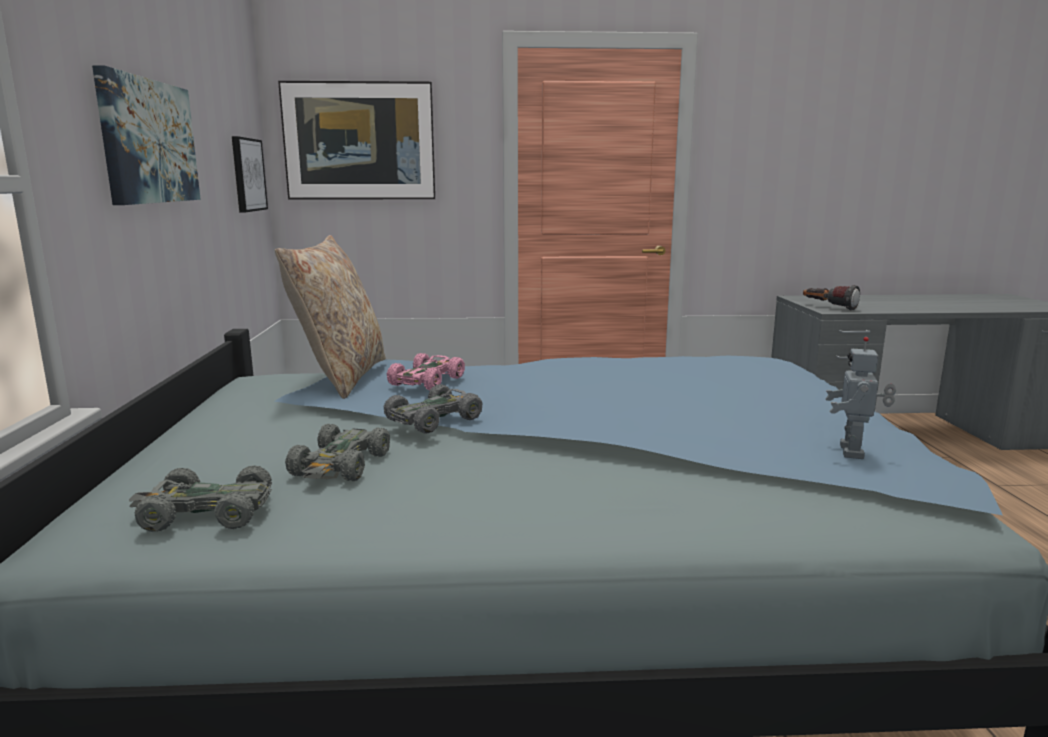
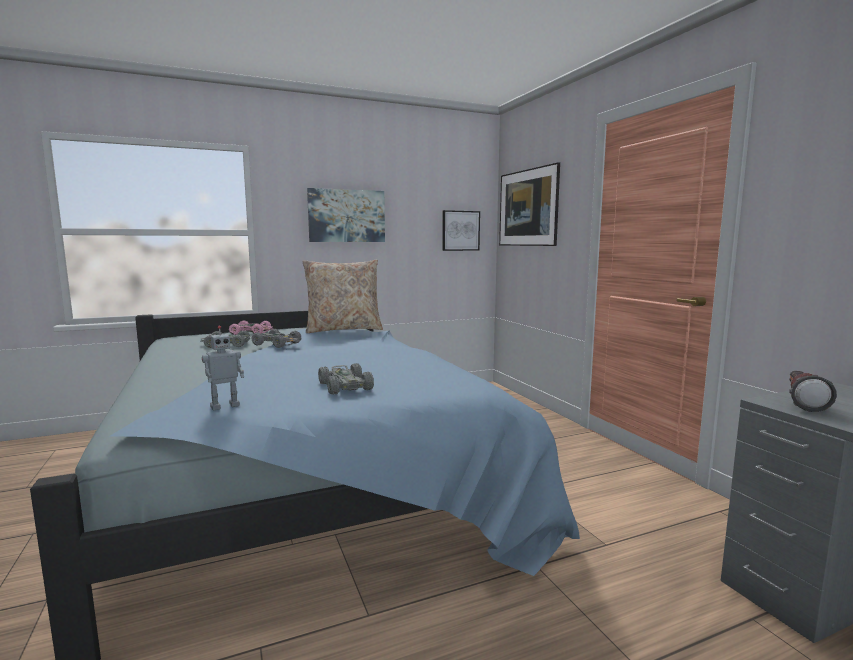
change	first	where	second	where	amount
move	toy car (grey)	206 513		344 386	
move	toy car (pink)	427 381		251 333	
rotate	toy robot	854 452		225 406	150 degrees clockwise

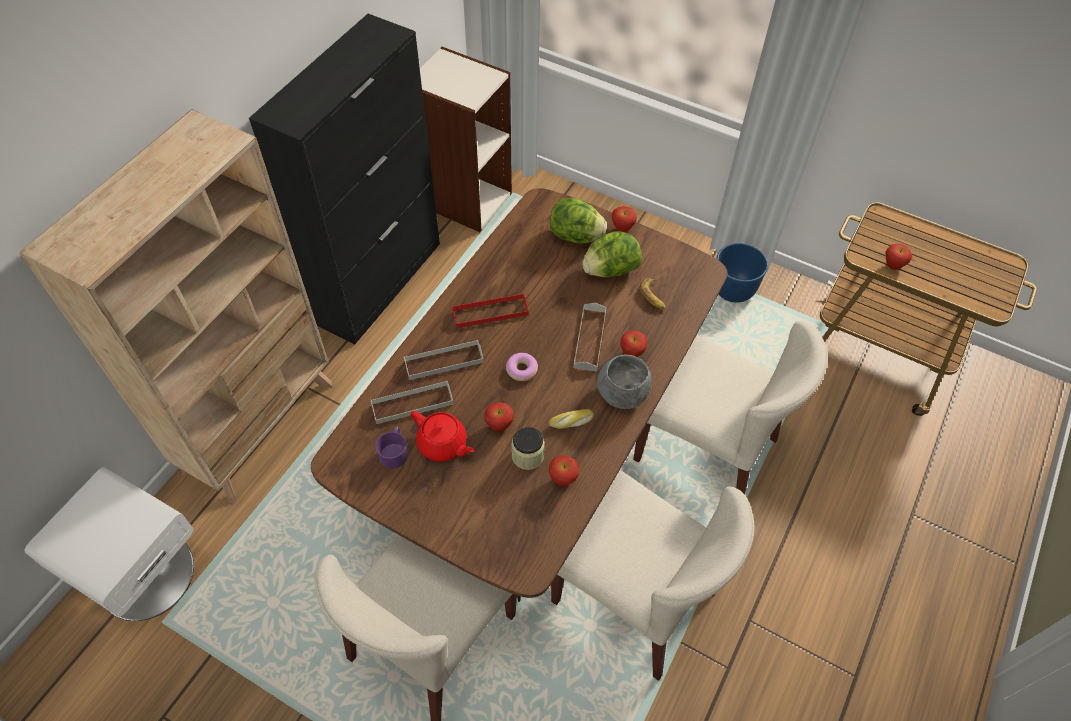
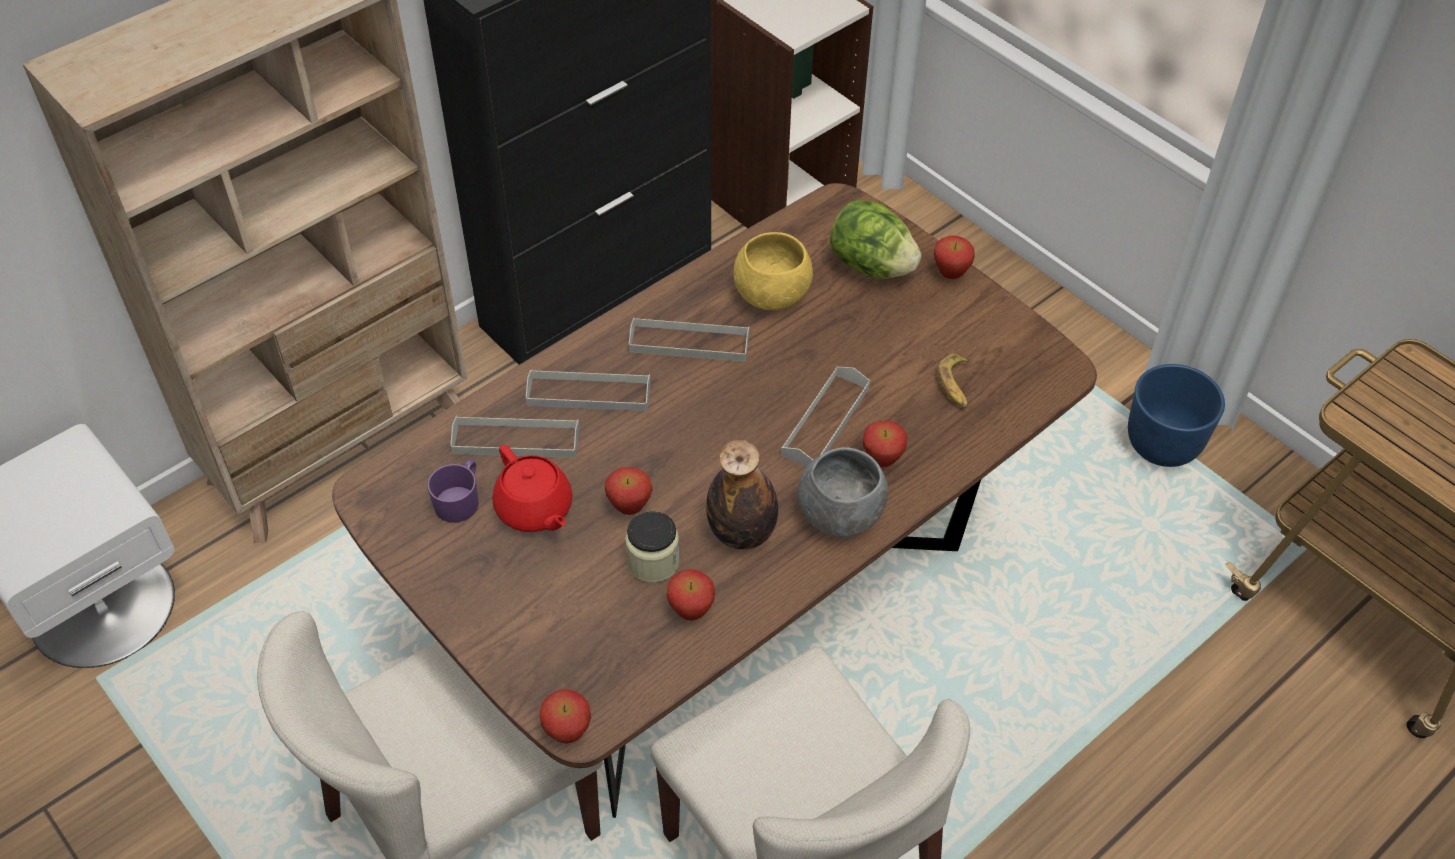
change	first	where	second	where	amount
delete	donut	522 369			
delete	lettuce	610 270			
delete	chair (beige)	707 450			
insert			bowl (yellow)	771 295	
move	apple	892 266		567 733	
replace	bread	571 422	bottle	742 533	
recolor	tray (red)	490 312	tray (grey)	689 343	

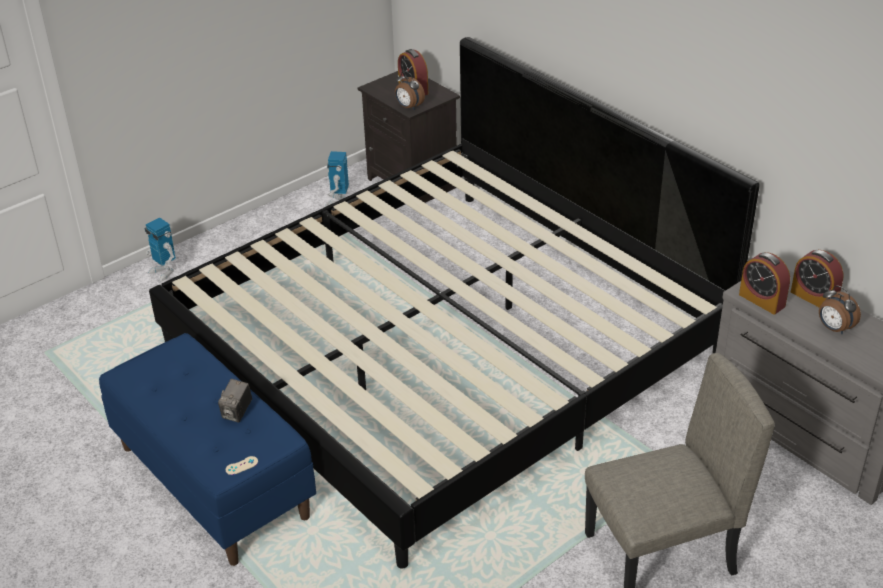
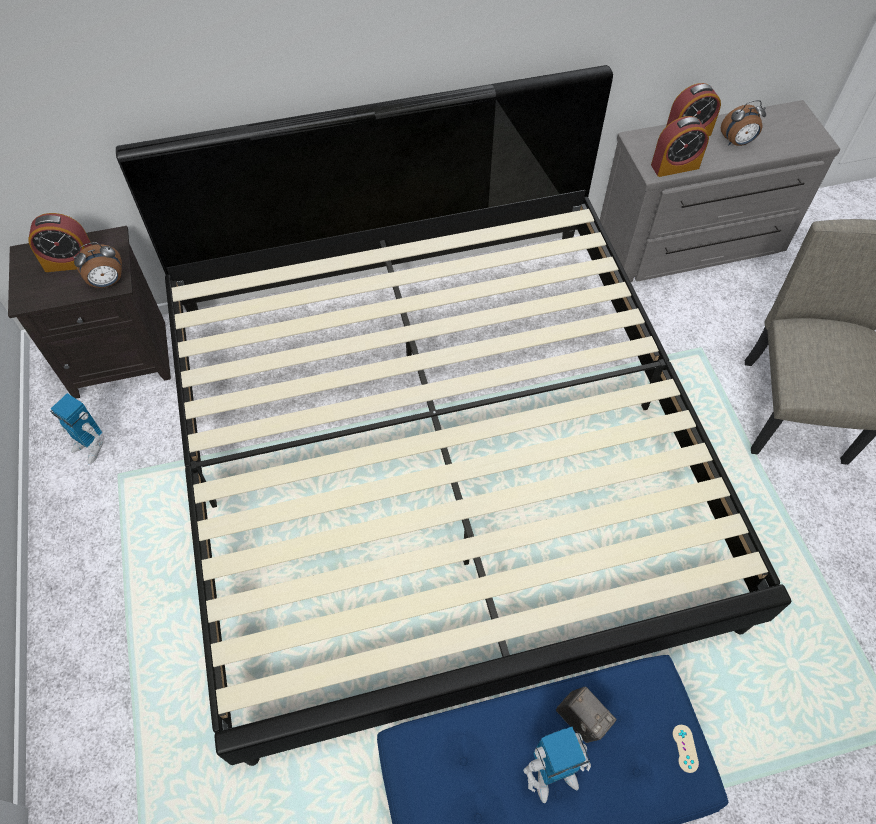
change	first	where	second	where	amount
move	toy robot	164 272		552 773	

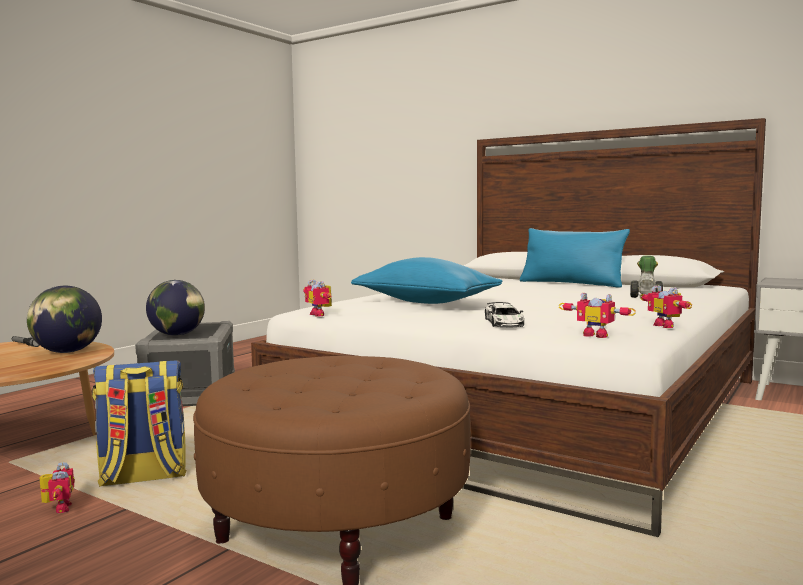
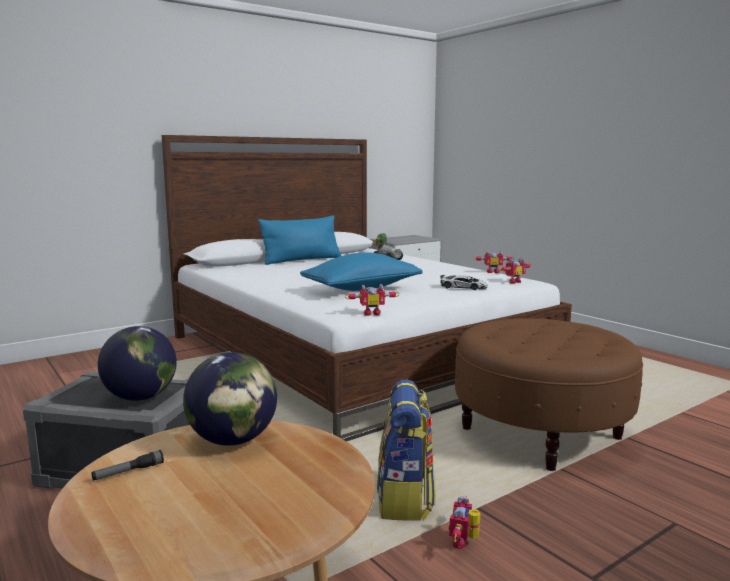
change	first	where	second	where	amount
rotate	toy robot	58 508		464 542	75 degrees counterclockwise

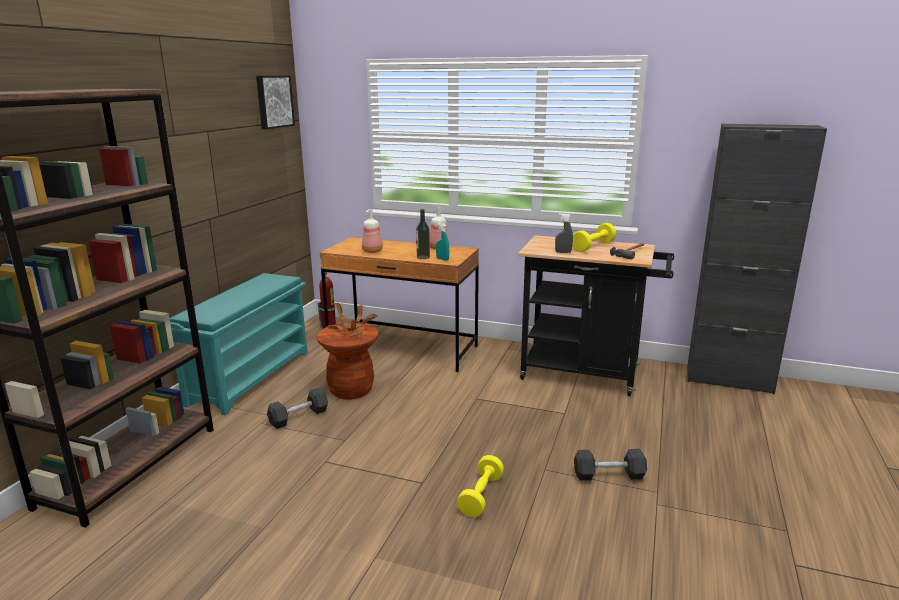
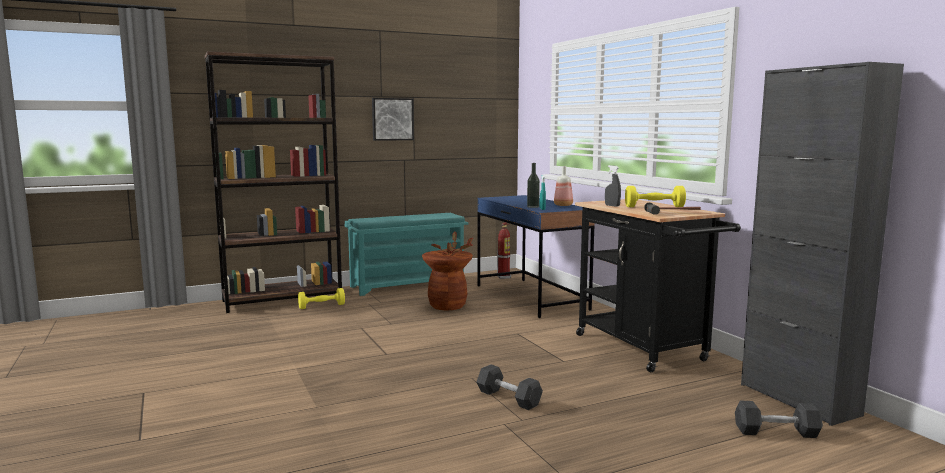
change	first	where	second	where	amount
delete	bottle	372 251			
move	picture	273 101		392 119	
move	dumbbell (grey)	299 417		776 432	
move	dumbbell (yellow)	481 496		321 306	
recolor	desk (brown)	403 349	desk (blue)	530 297	

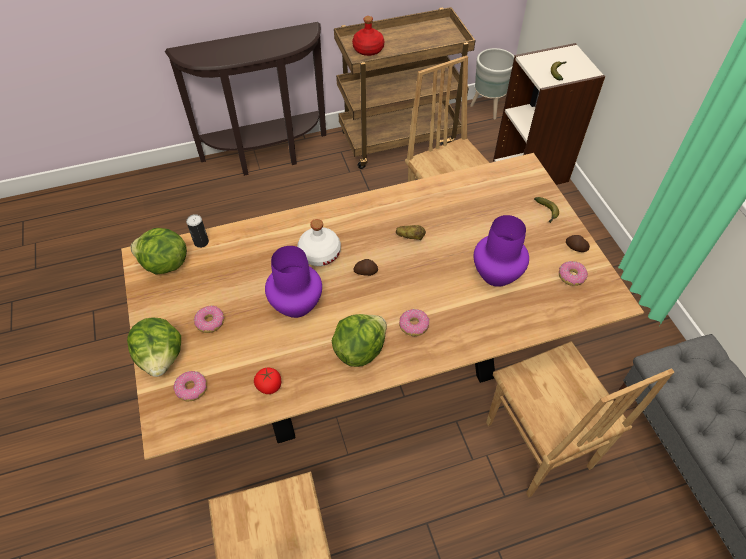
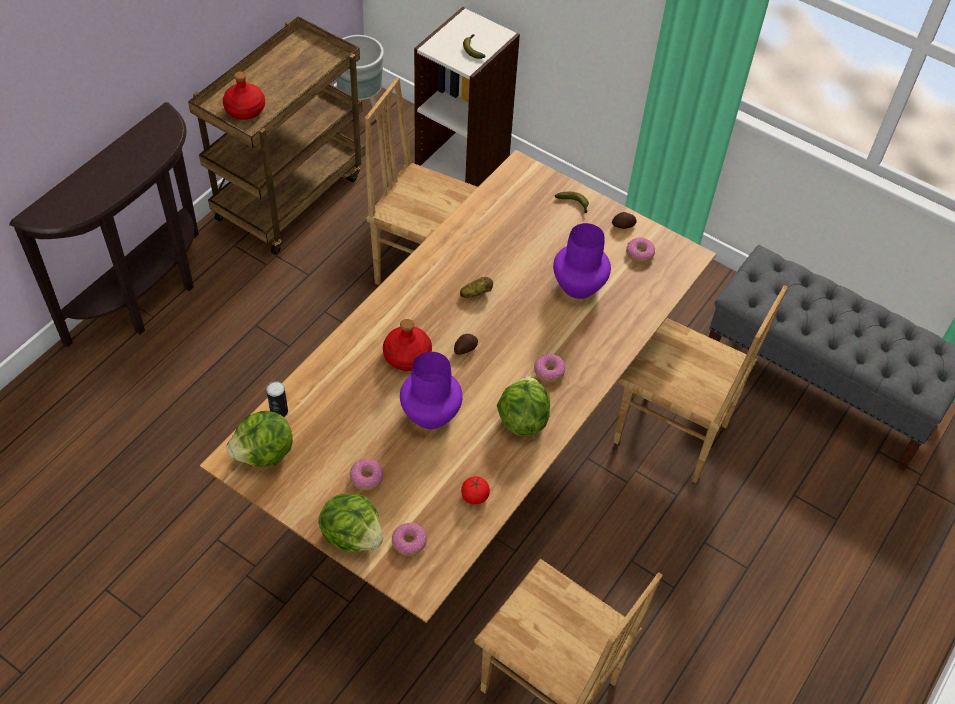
change	first	where	second	where	amount
recolor	bottle (white)	319 253	bottle (red)	406 355	

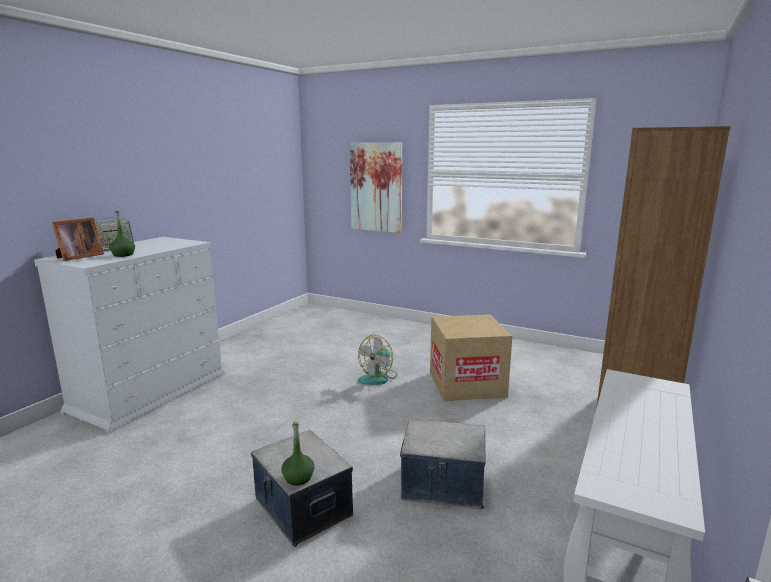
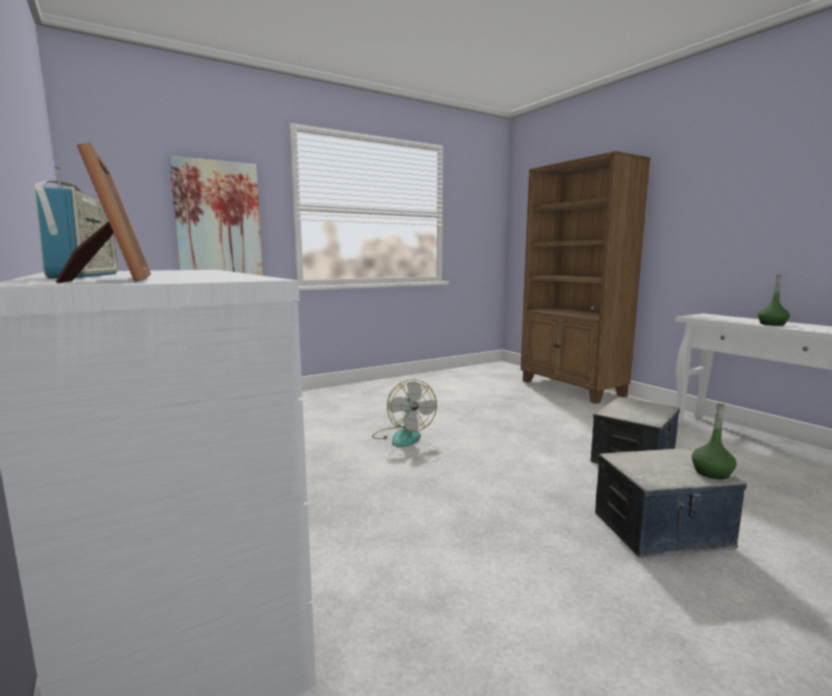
change	first	where	second	where	amount
delete	cardboard box	466 384			
move	bottle (green)	123 255		772 324	

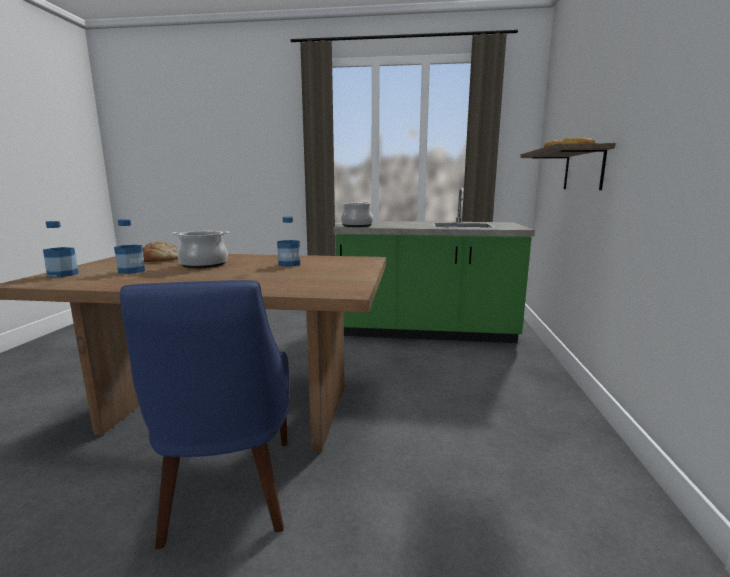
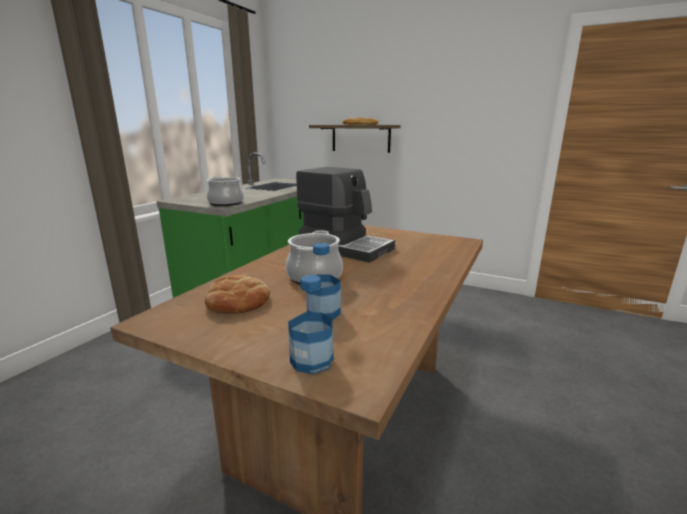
change	first	where	second	where	amount
delete	chair (blue)	229 493			
replace	bottle	289 264	coffee machine	346 247	

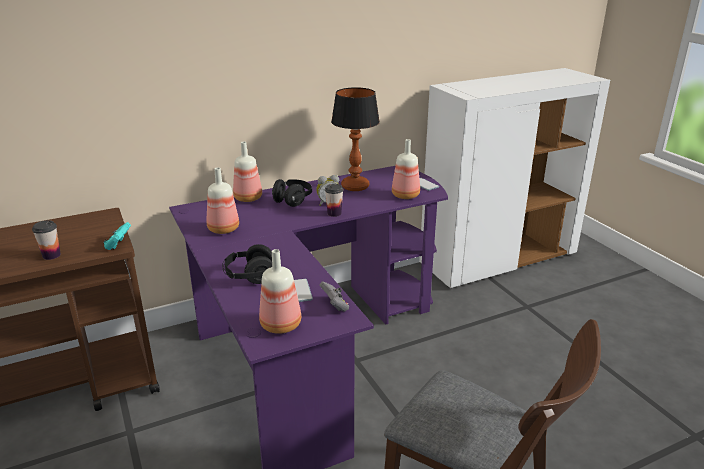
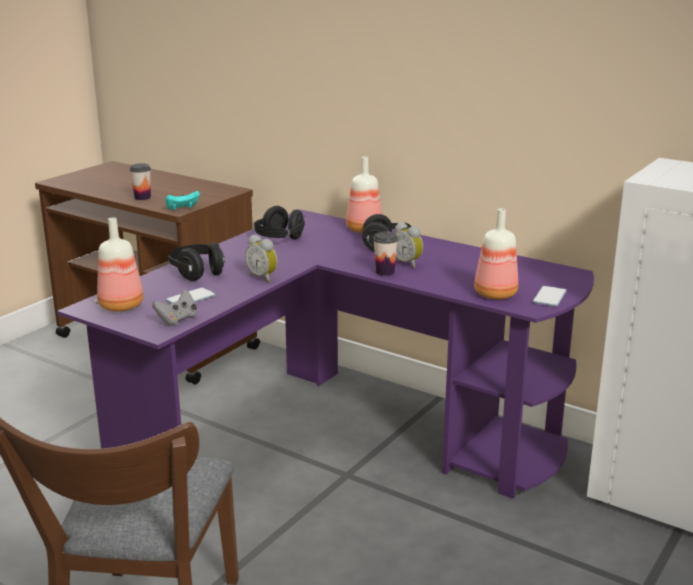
change	first	where	second	where	amount
delete	table lamp	355 186			
insert			alarm clock	263 277	
replace	bottle	223 229	headphones (black)	279 239	

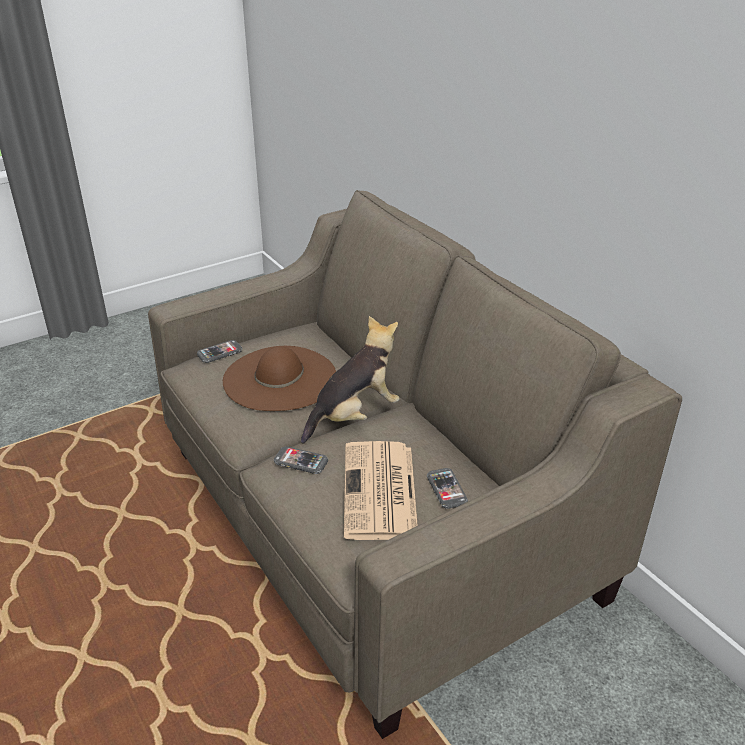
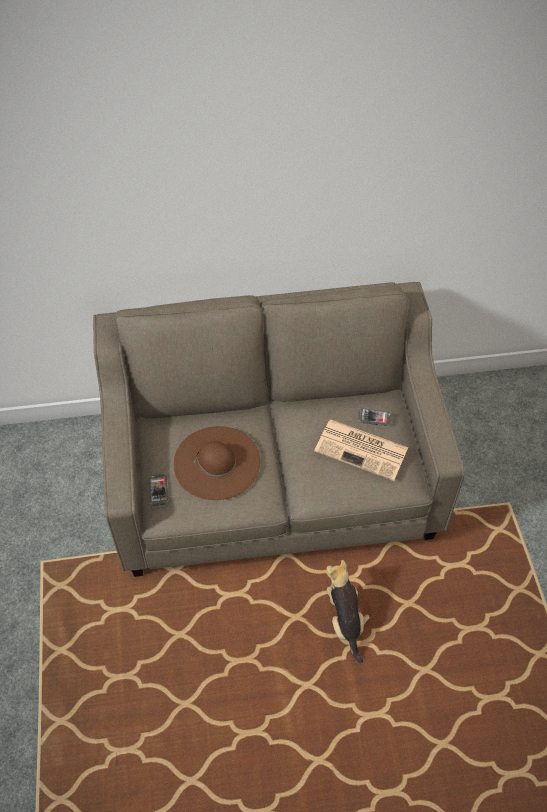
change	first	where	second	where	amount
delete	phone	301 461			
move	plush toy	354 415		345 619	

